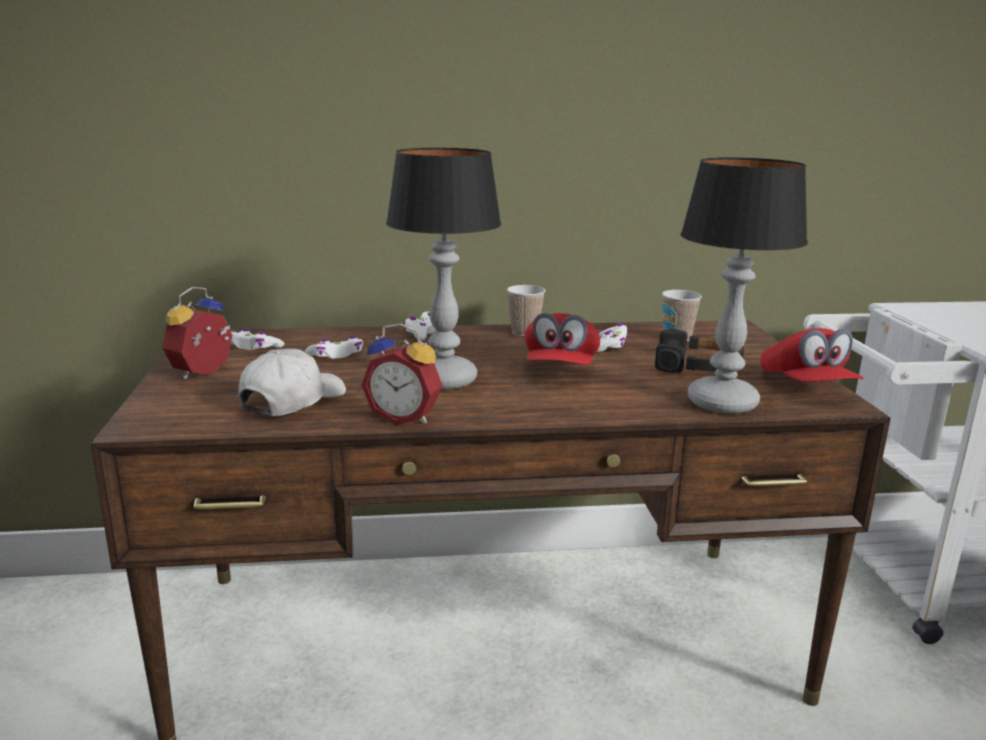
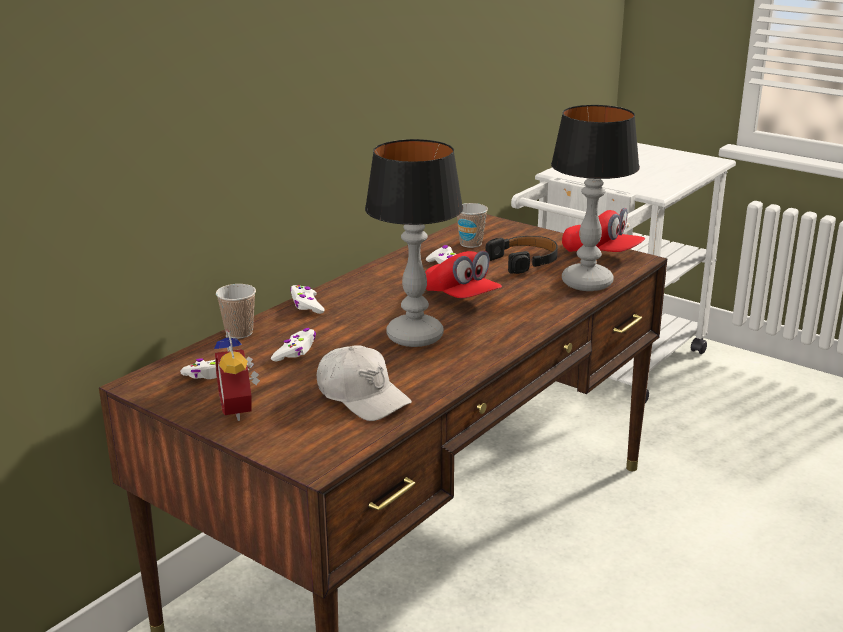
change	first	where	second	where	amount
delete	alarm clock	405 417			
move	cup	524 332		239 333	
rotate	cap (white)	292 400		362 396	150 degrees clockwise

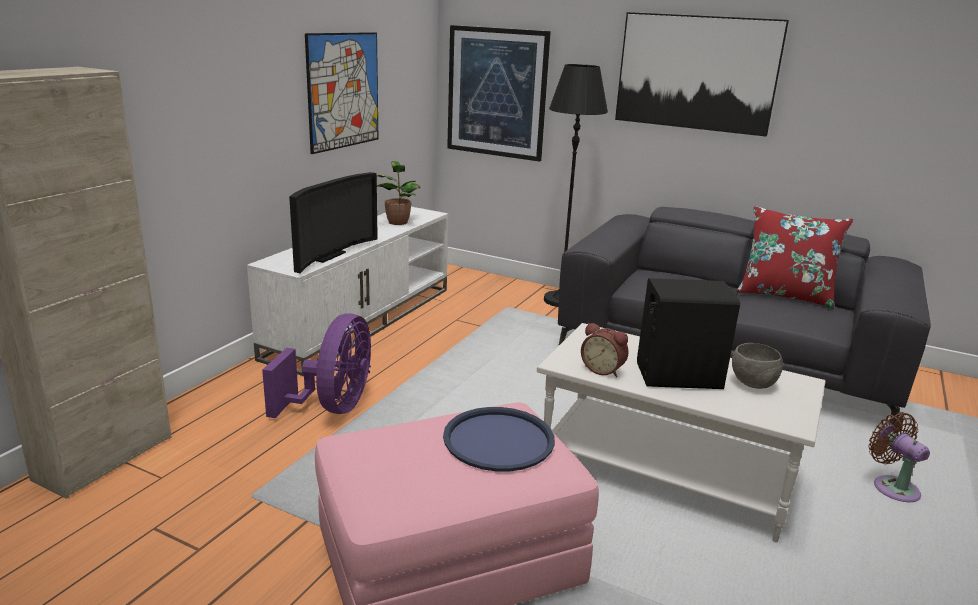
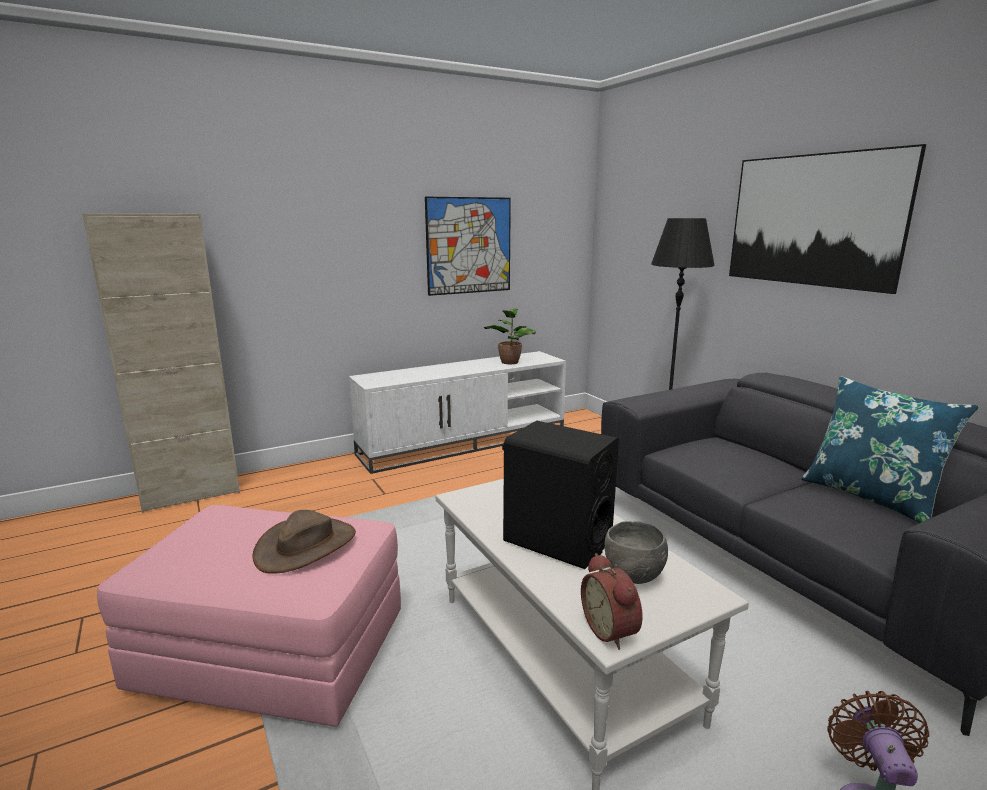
change	first	where	second	where	amount
delete	fan (purple)	333 407			
delete	television	325 256			
delete	picture	496 93			
move	alarm clock	603 369		612 630	
replace	tray (blue)	498 440	hat (brown)	306 546	
recolor	pillow (red)	785 295	pillow (blue)	870 497	

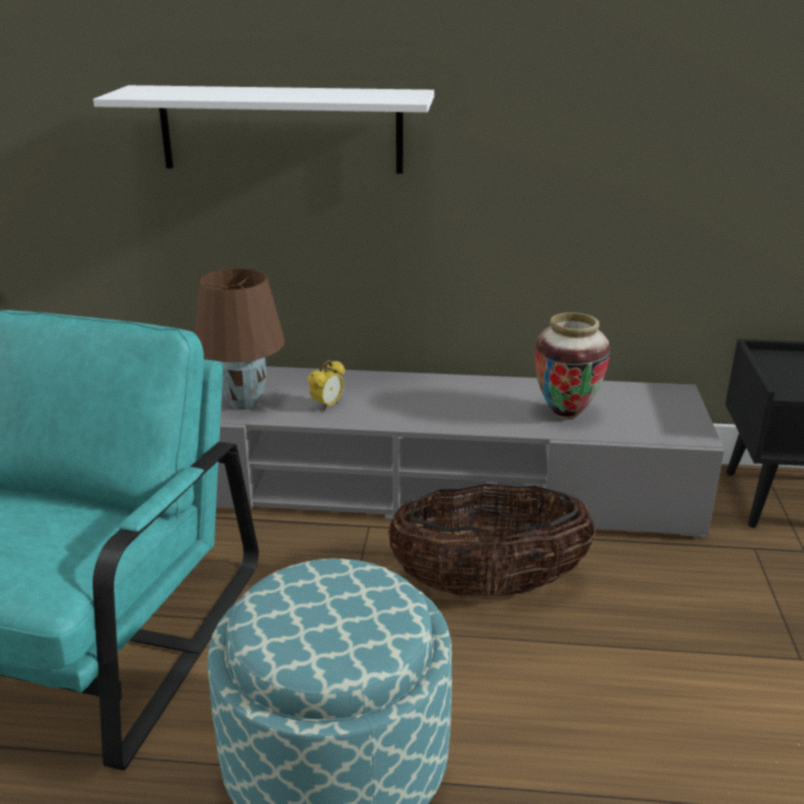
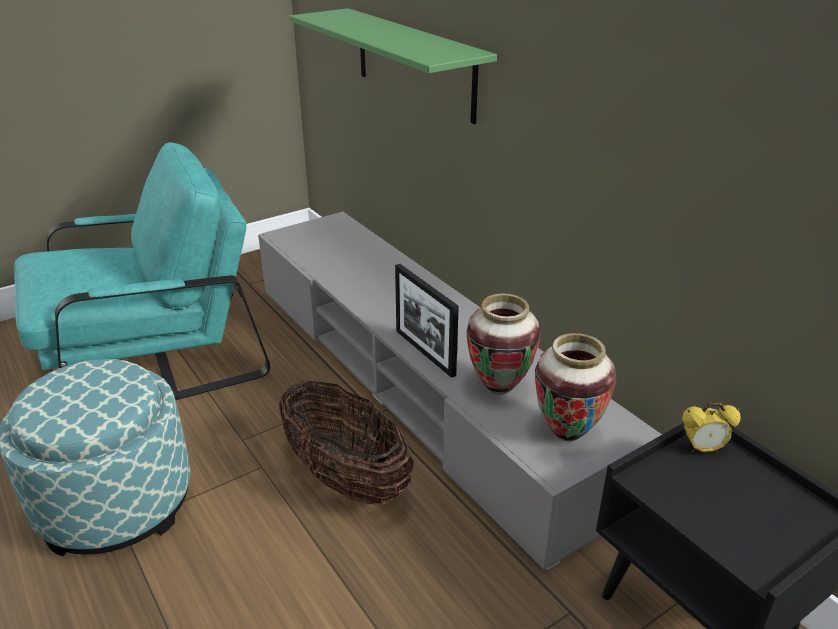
change	first	where	second	where	amount
delete	table lamp (brown)	245 402			
insert			picture frame	425 352	
insert			vase	567 434	
move	alarm clock	327 406		702 449	
recolor	shelf (white)	281 129	shelf (green)	414 63	

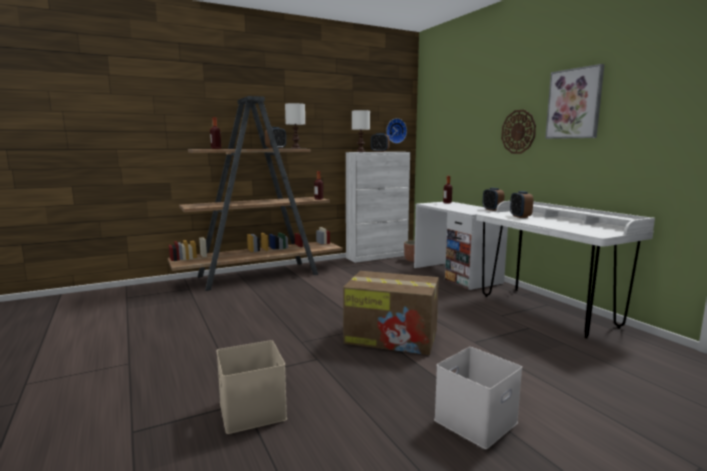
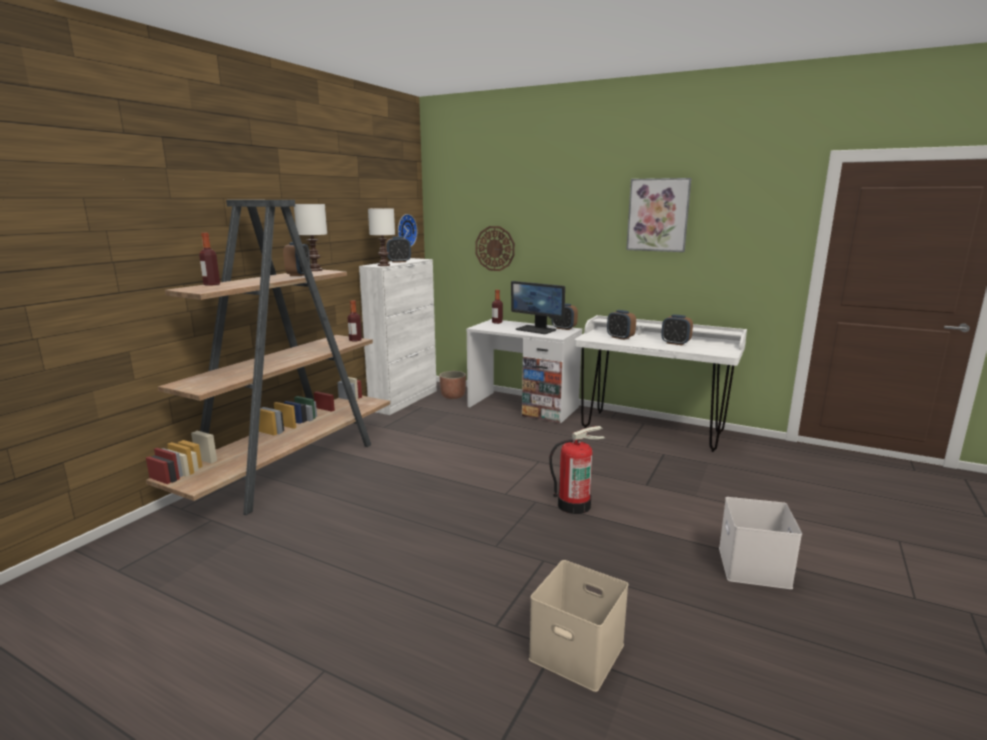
change	first	where	second	where	amount
insert			monitor	536 329	
insert			alarm clock	675 343	
move	wall clock	518 132		495 248	
replace	cardboard box	392 337	fire extinguisher	574 505	

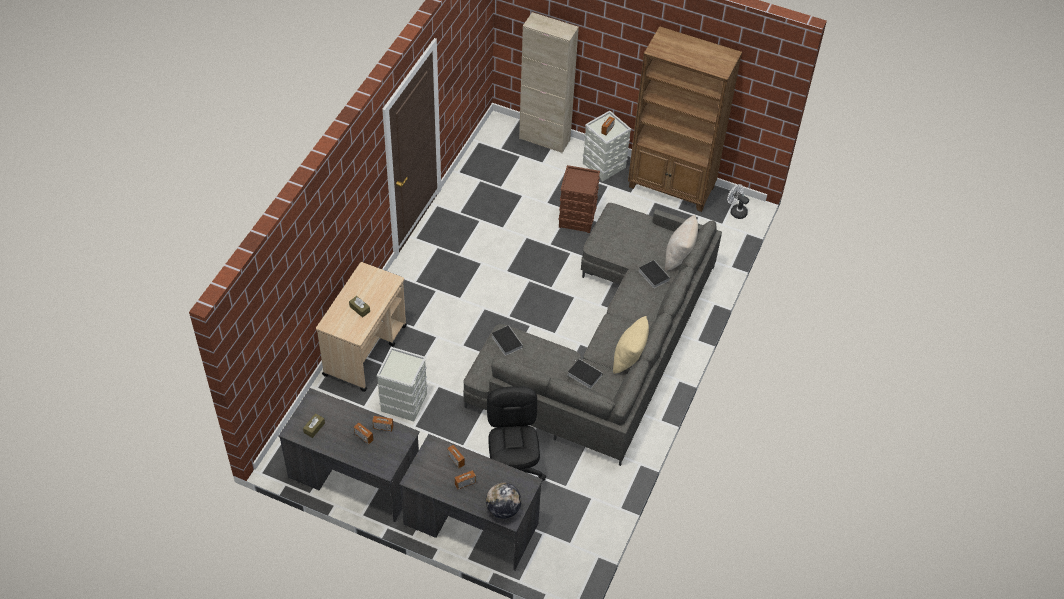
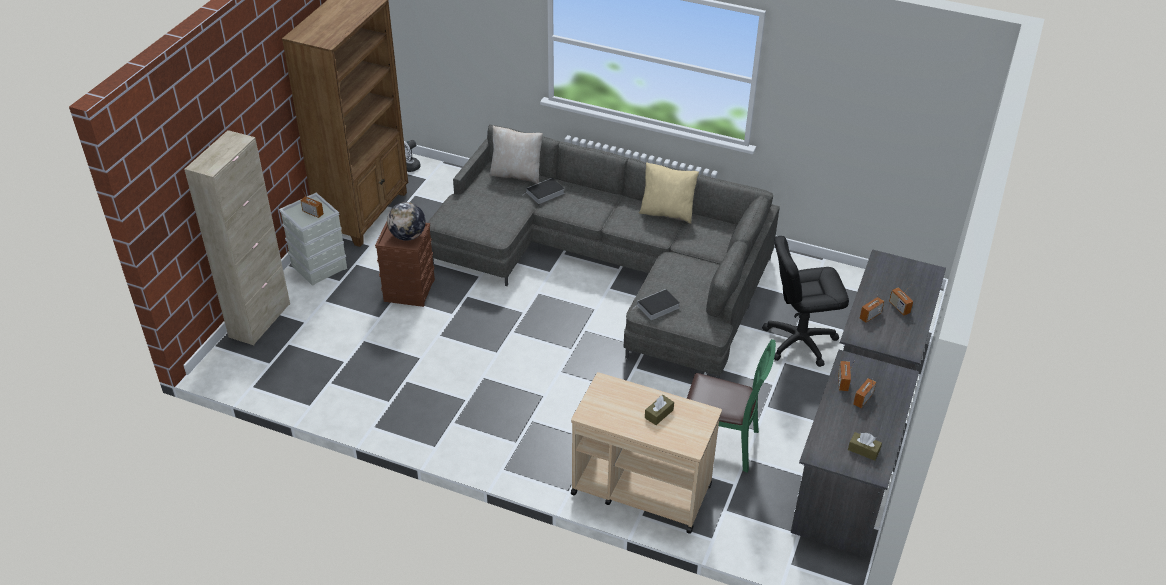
change	first	where	second	where	amount
delete	book	583 374			
move	globe	503 509		408 236	
replace	storage box (grey)	403 402	chair (green)	721 443	

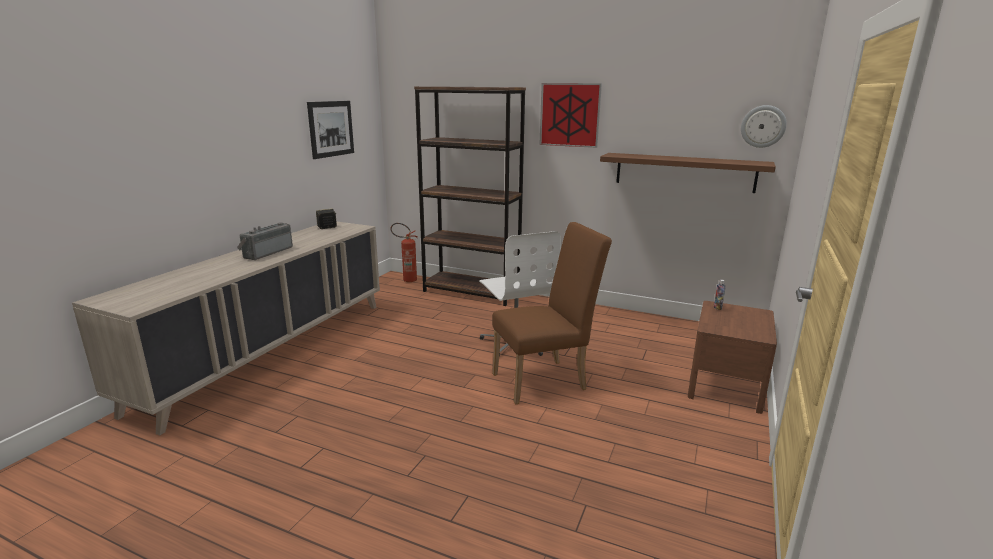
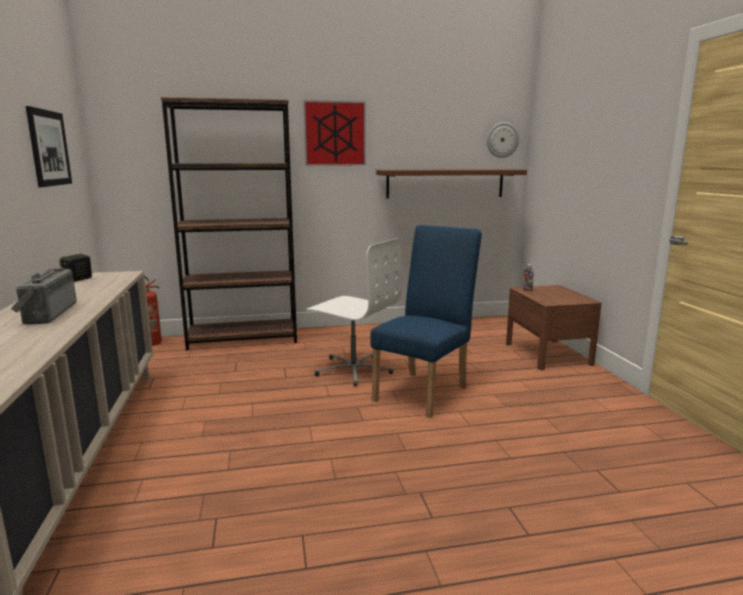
change	first	where	second	where	amount
recolor	chair (brown)	545 380	chair (blue)	425 391	

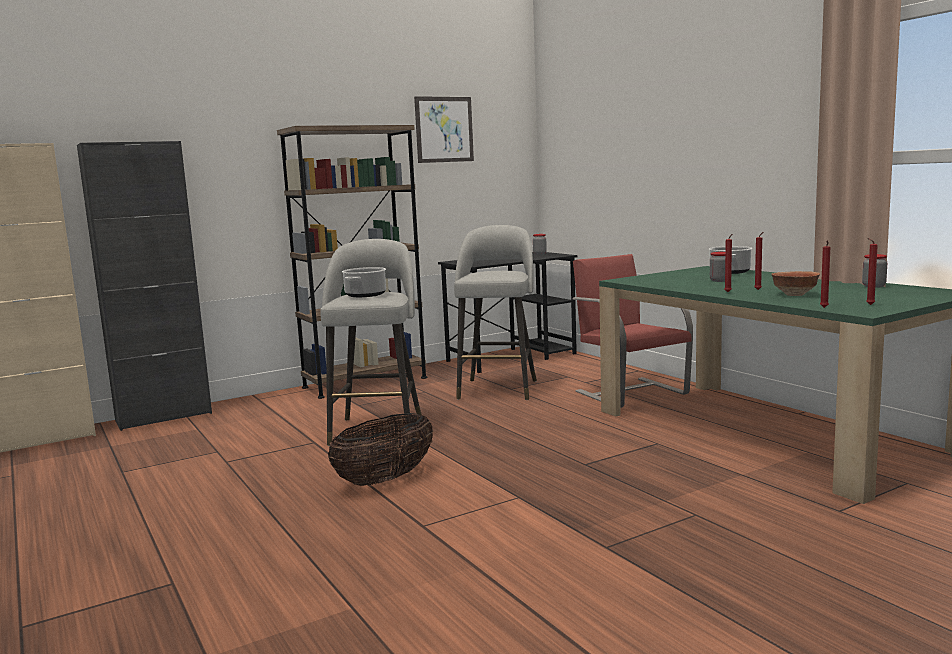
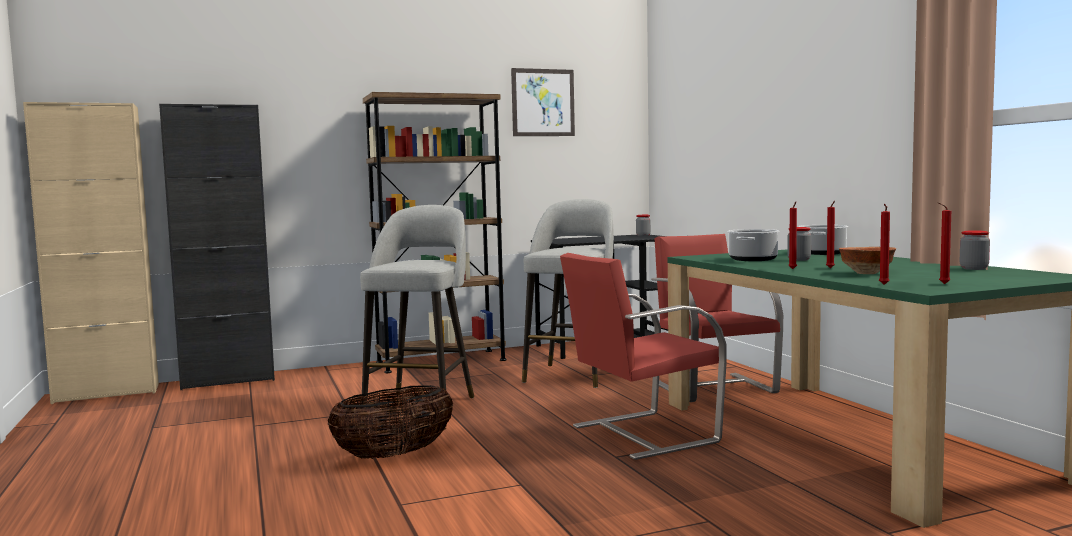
change	first	where	second	where	amount
insert			chair (red)	641 434	
move	cooking pot	365 295		753 259	

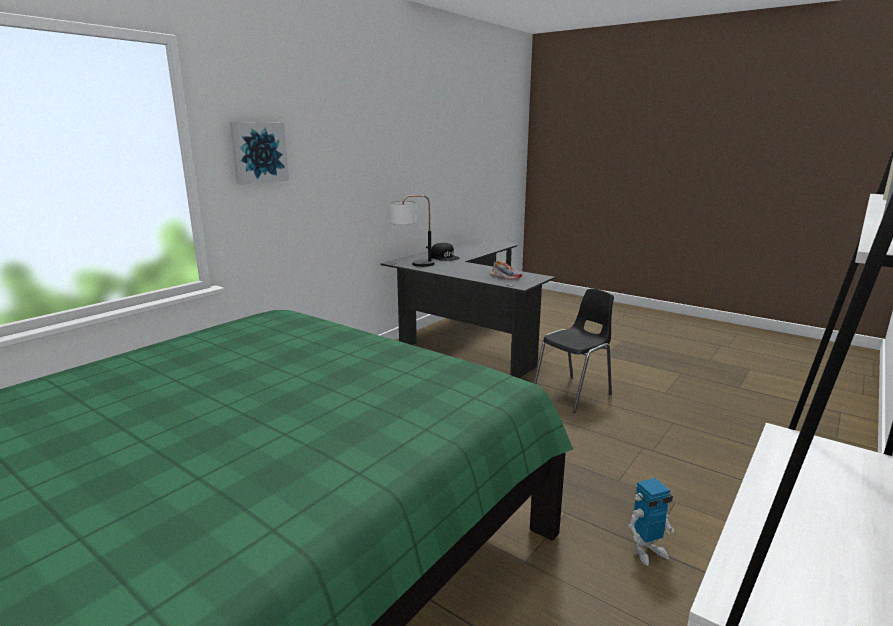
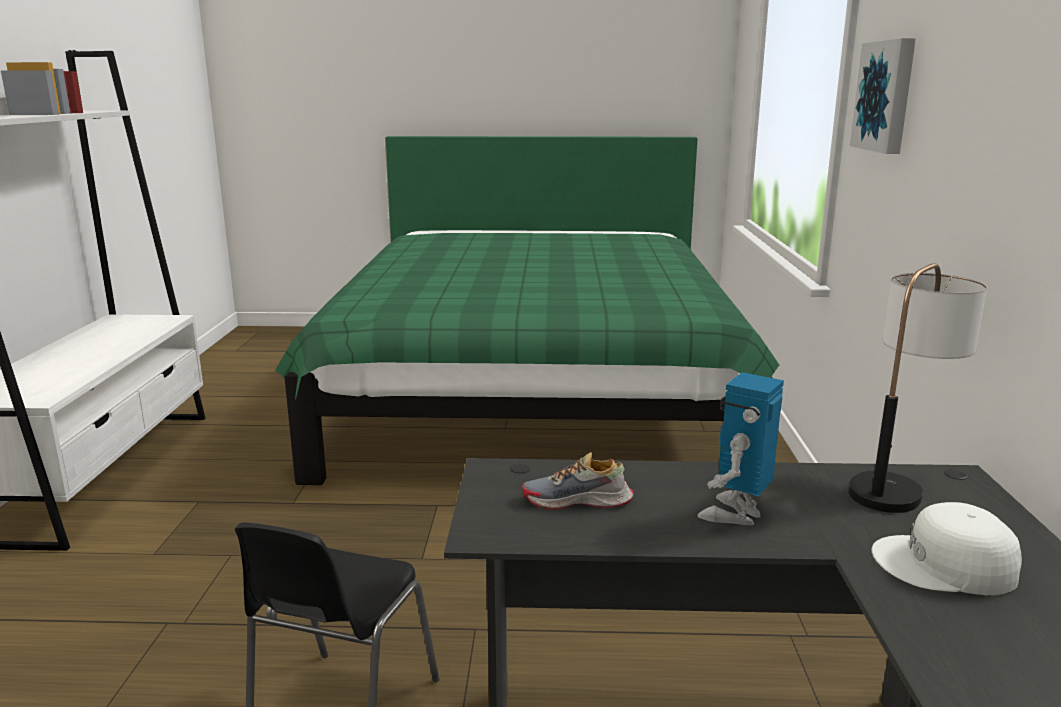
change	first	where	second	where	amount
move	toy robot	647 551		735 514	
recolor	cap (black)	445 257	cap (white)	945 566	

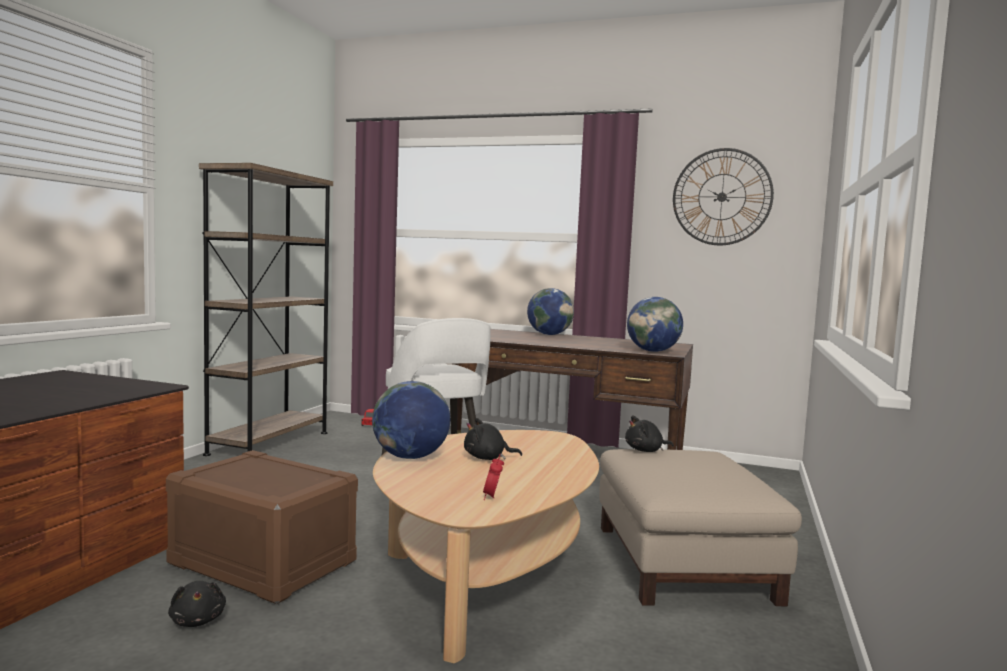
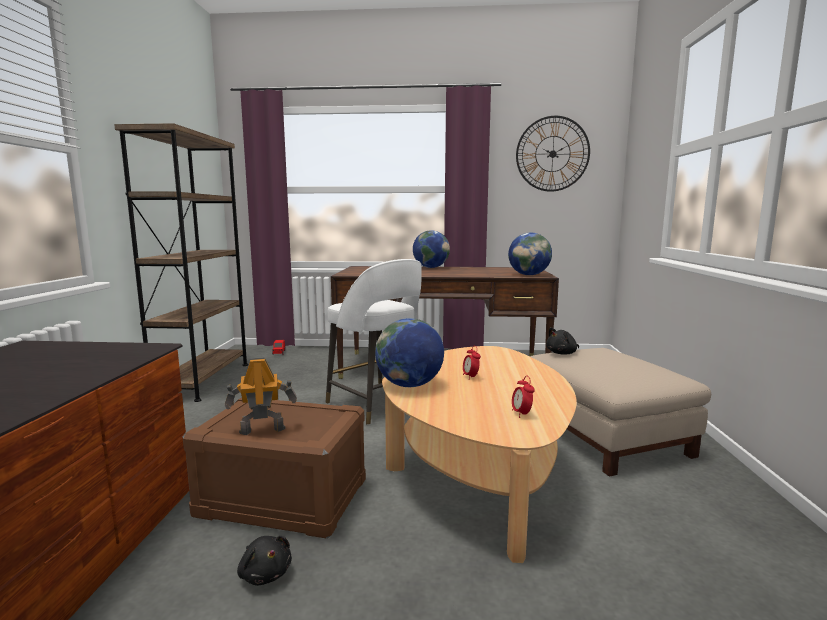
change	first	where	second	where	amount
insert			toy robot	262 430	
replace	plush toy (black)	487 458	alarm clock	470 377	

